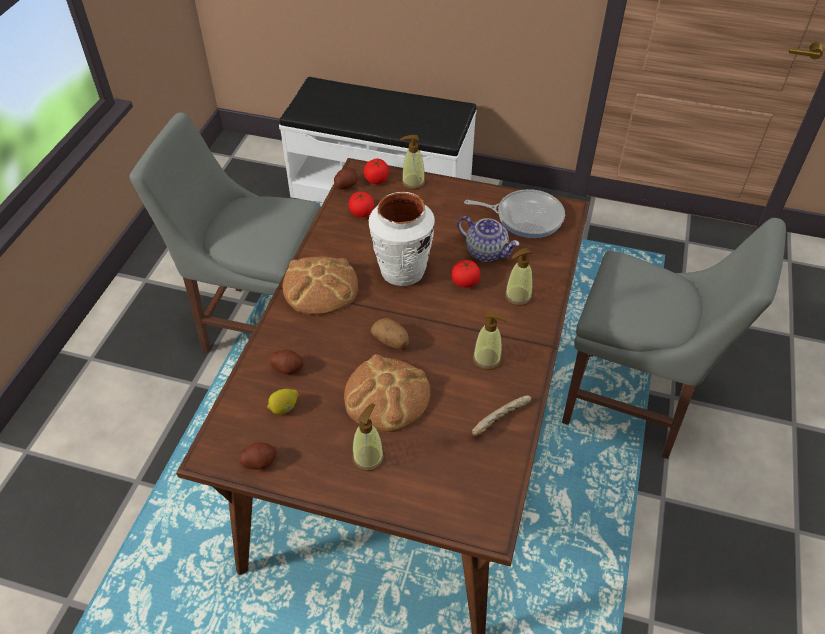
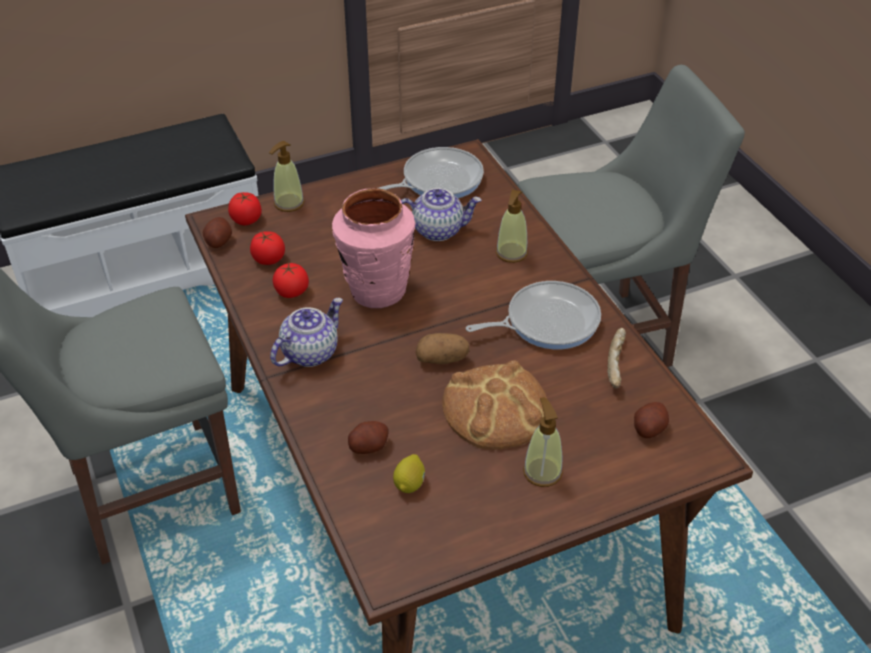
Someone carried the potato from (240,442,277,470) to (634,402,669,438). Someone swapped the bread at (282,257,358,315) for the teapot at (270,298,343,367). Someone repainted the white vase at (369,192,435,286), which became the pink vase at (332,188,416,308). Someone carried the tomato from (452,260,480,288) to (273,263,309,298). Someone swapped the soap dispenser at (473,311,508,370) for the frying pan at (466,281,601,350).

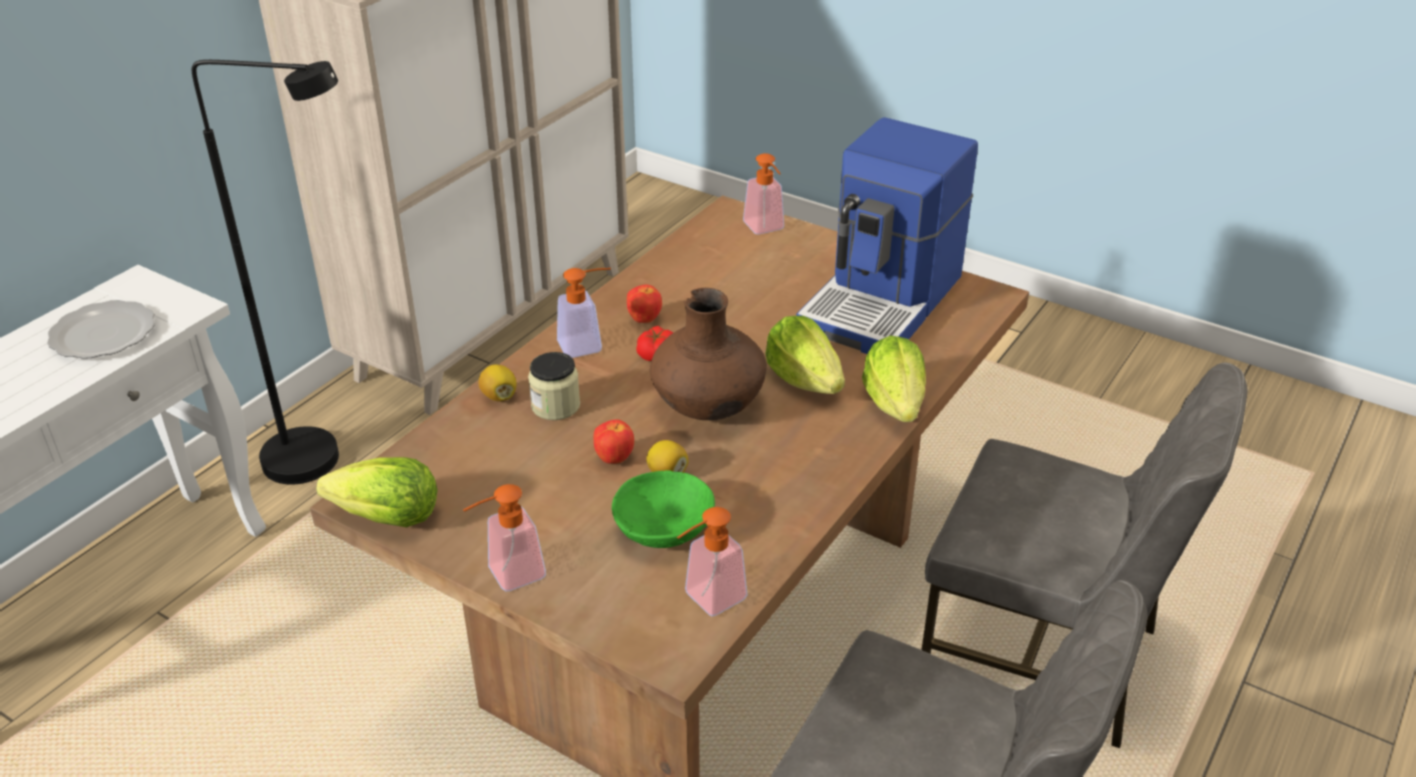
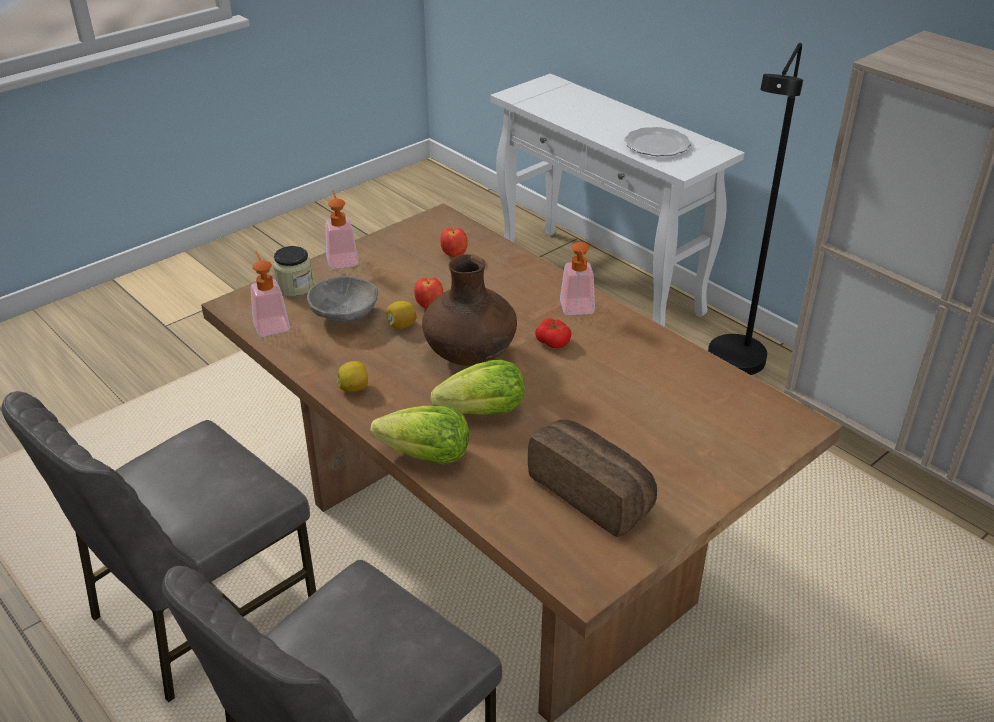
Someone took away the lettuce at (317,457,437,527). Someone carried the lemon from (479,364,516,401) to (337,361,368,392). Someone carried the jar from (528,352,580,420) to (273,246,314,297). Someone repainted the green bowl at (612,471,715,548), which became the grey bowl at (307,276,378,322). Someone carried the apple from (627,285,662,323) to (440,228,468,257). Someone took away the soap dispenser at (743,153,784,235). Someone swapped the coffee machine at (796,117,978,354) for the bread at (528,420,657,537).

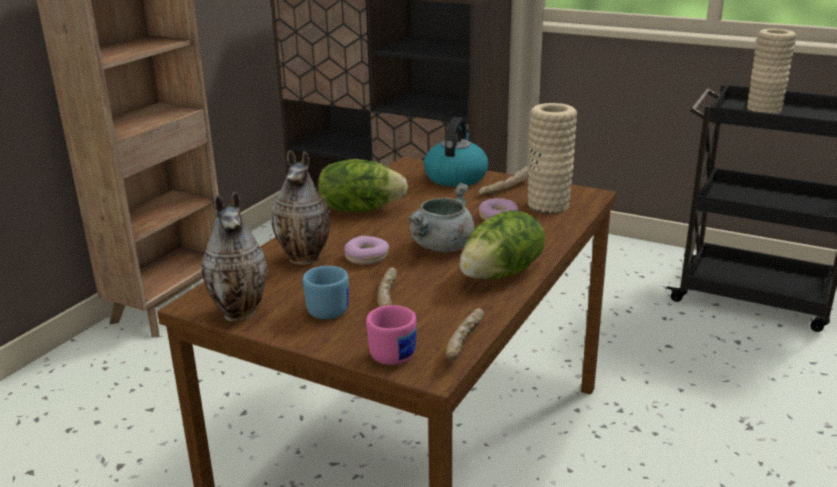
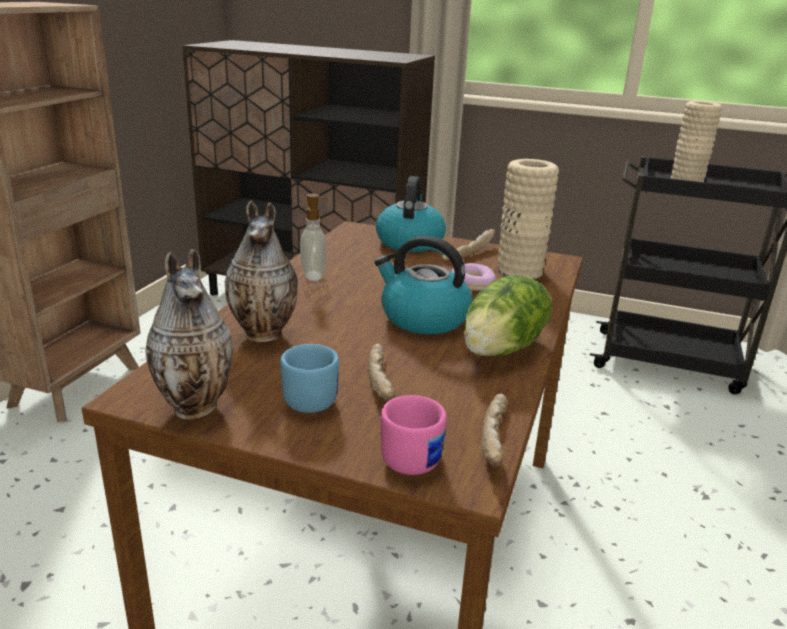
Someone swapped the lettuce at (318,159,408,212) for the soap dispenser at (300,194,330,281). Someone took away the donut at (344,236,390,265). Someone swapped the grey cooking pot at (408,183,475,252) for the kettle at (375,236,472,335).

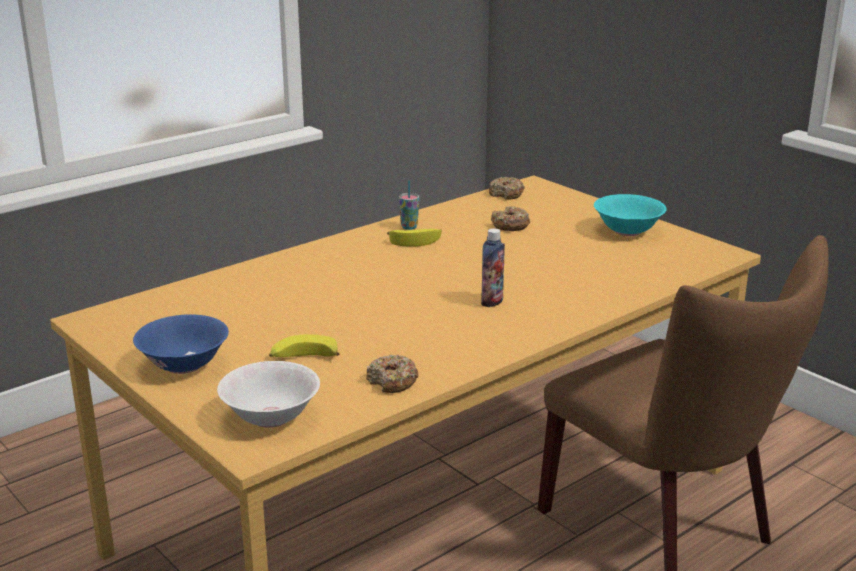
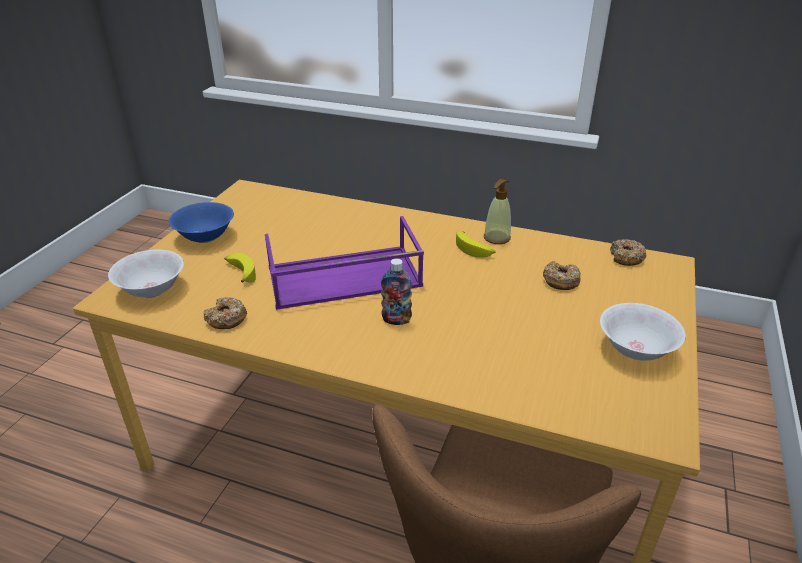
Someone swapped the cup at (399,180,419,230) for the soap dispenser at (484,179,511,244). Someone repainted the turquoise bowl at (594,194,667,236), which became the white bowl at (600,303,686,361). Someone put down the purple tray at (265,216,424,310).

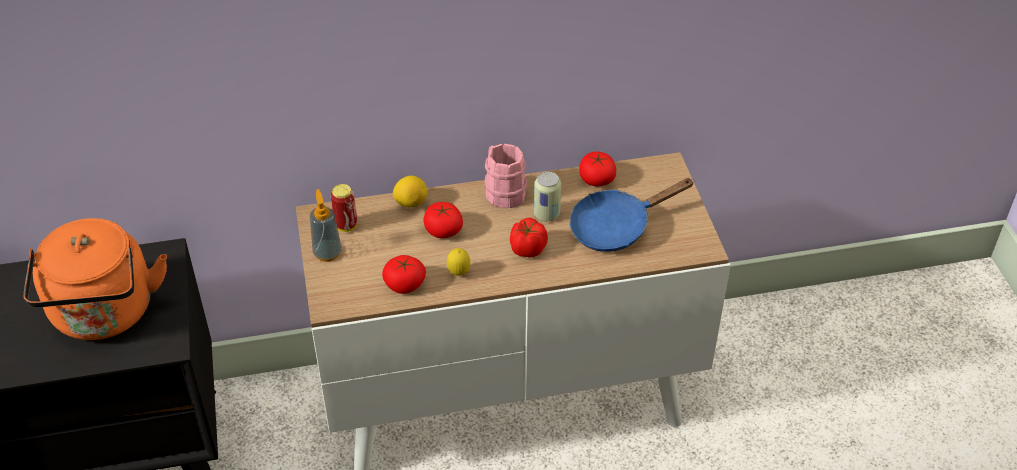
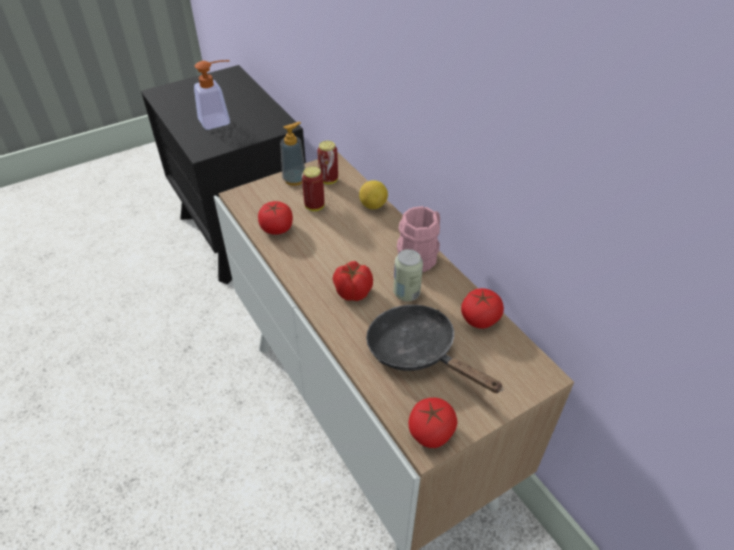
Someone swapped the orange kettle at (23,218,167,340) for the soap dispenser at (194,60,230,130). Someone carried the tomato from (424,202,463,238) to (408,398,457,448). Someone took away the lemon at (447,248,471,276). Someone repainted the blue frying pan at (569,178,695,252), which became the black frying pan at (366,305,503,393). Someone put down the can at (302,166,325,211).

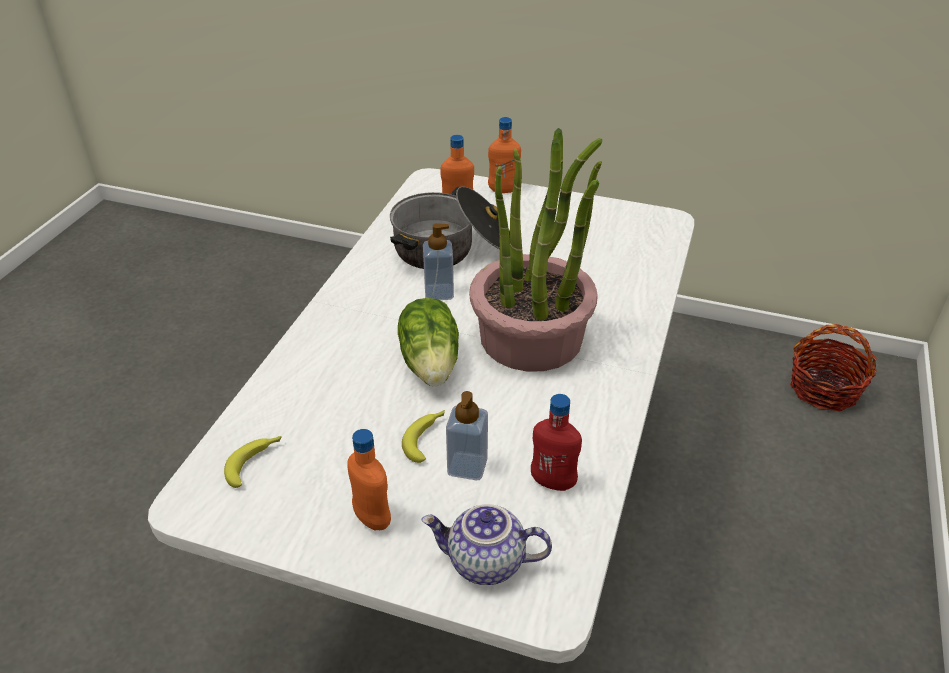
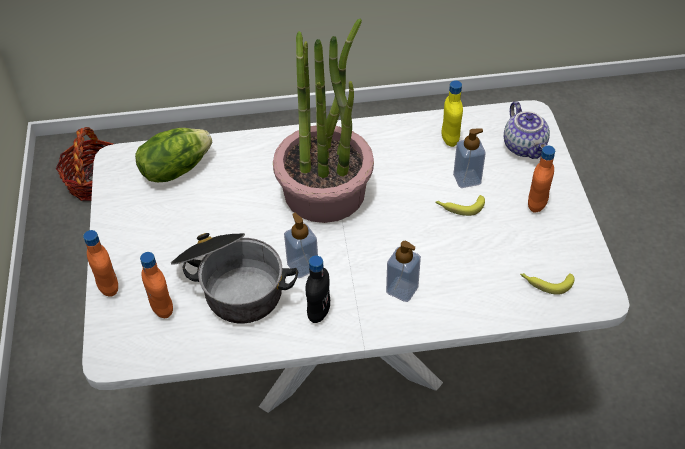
Someone carried the lettuce from (398,298,459,387) to (135,128,212,182). Someone repainted the red bottle at (531,394,582,491), which became the yellow bottle at (442,80,463,147). Someone put down the black bottle at (305,256,330,323). Someone put down the soap dispenser at (386,241,421,302).

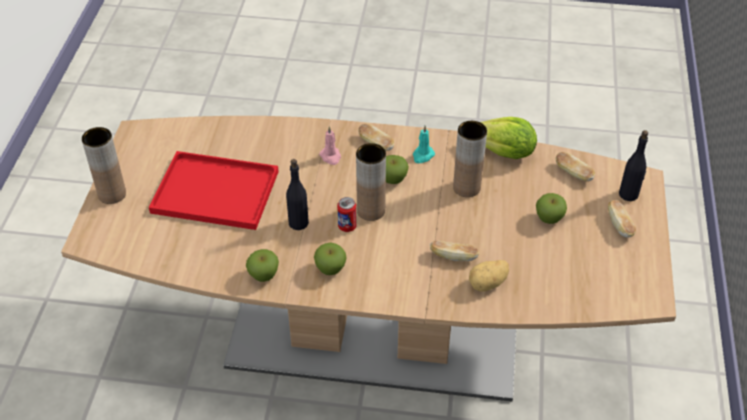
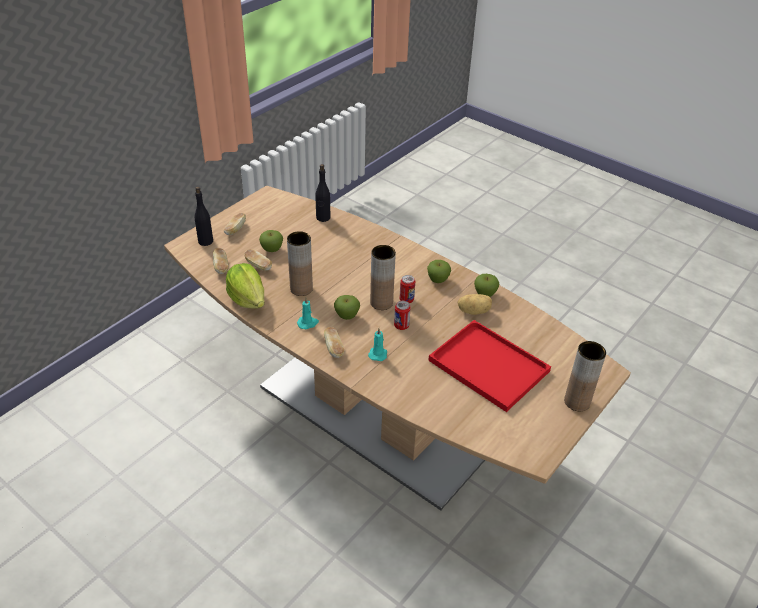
Someone carried the black bottle from (286,159,309,230) to (315,164,330,222). Someone repainted the pink candle at (319,126,341,165), which became the turquoise candle at (368,329,387,361). Someone carried the bread from (430,241,479,261) to (244,249,272,271). Someone carried the potato from (469,260,509,291) to (458,294,492,315). Someone put down the can at (394,301,411,330).

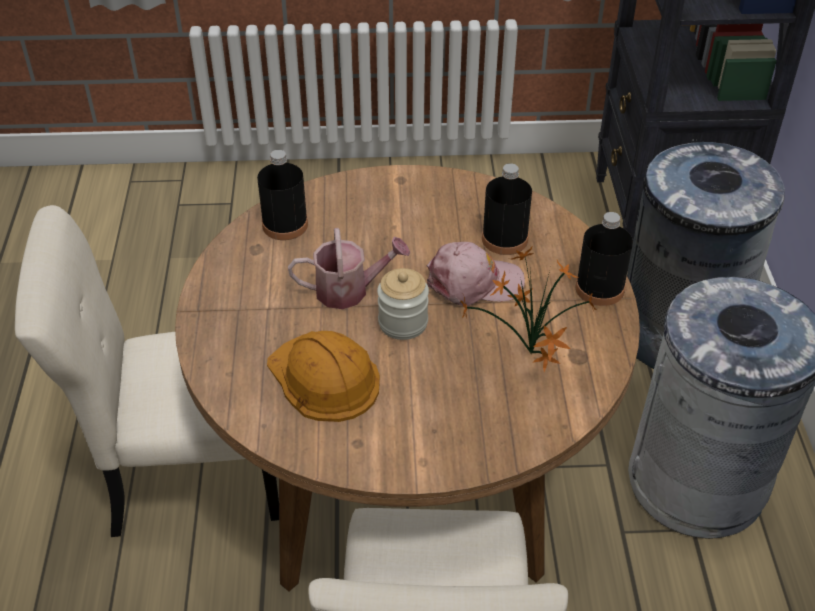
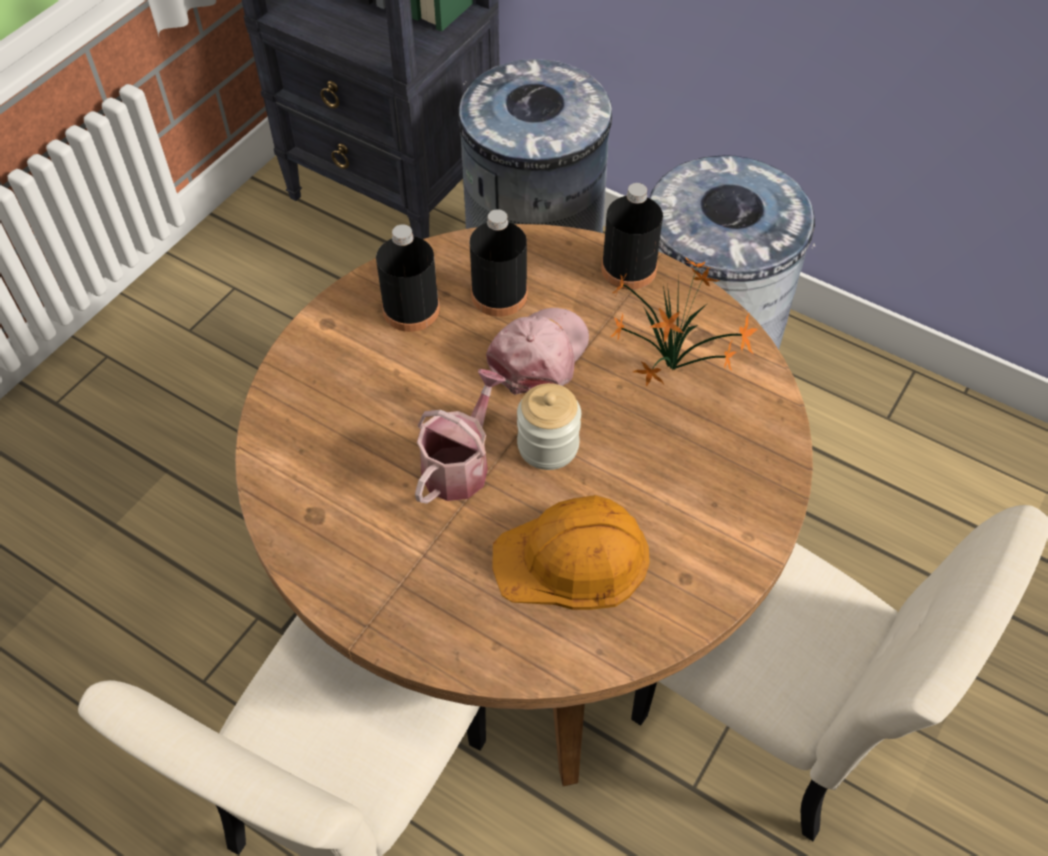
Someone carried the black bottle from (257,150,308,240) to (376,225,440,332).

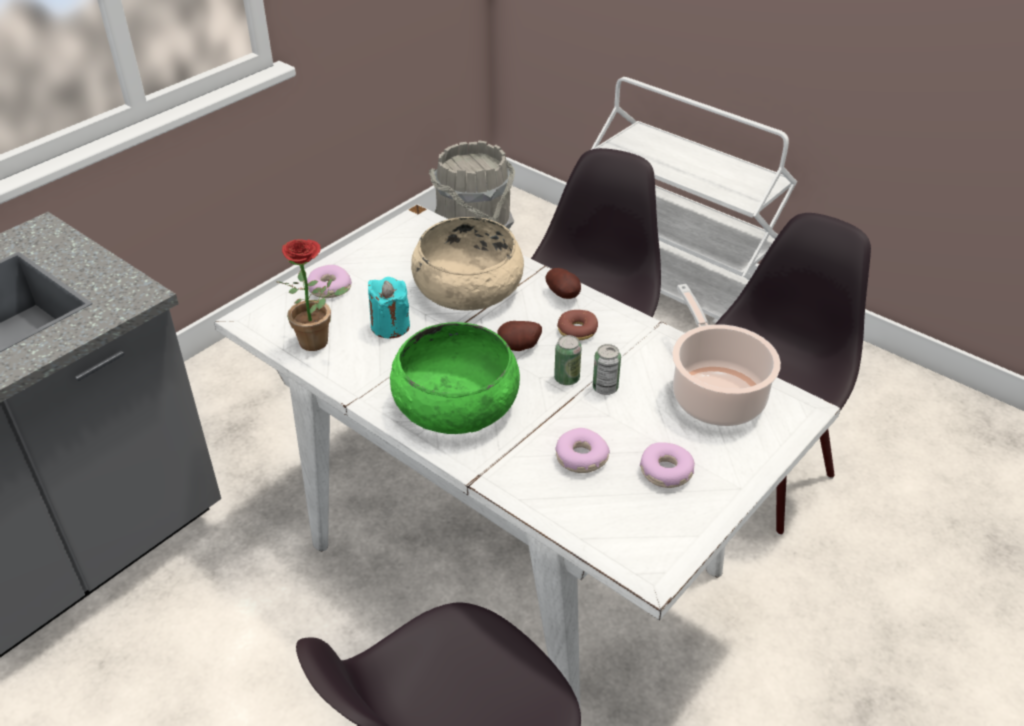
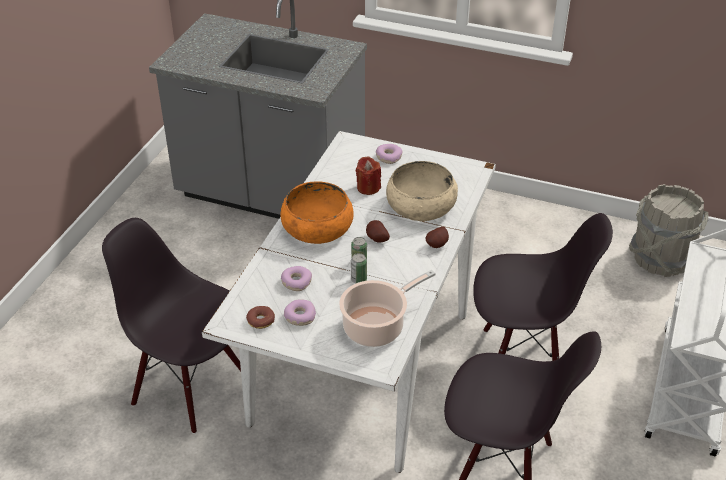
Someone took away the potted plant at (277,239,348,351). Someone repainted the turquoise candle at (368,277,410,338), which became the red candle at (356,156,381,195). Someone repainted the green bowl at (390,322,520,434), which became the orange bowl at (280,181,354,244). Someone carried the donut from (557,310,598,340) to (246,306,275,329).

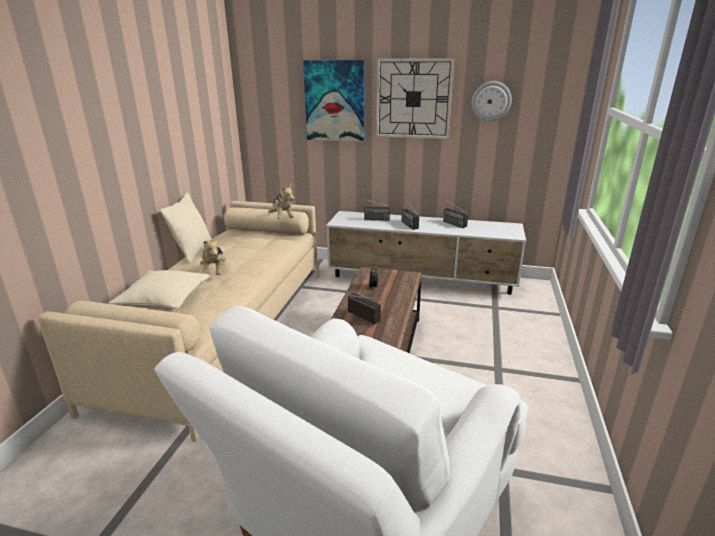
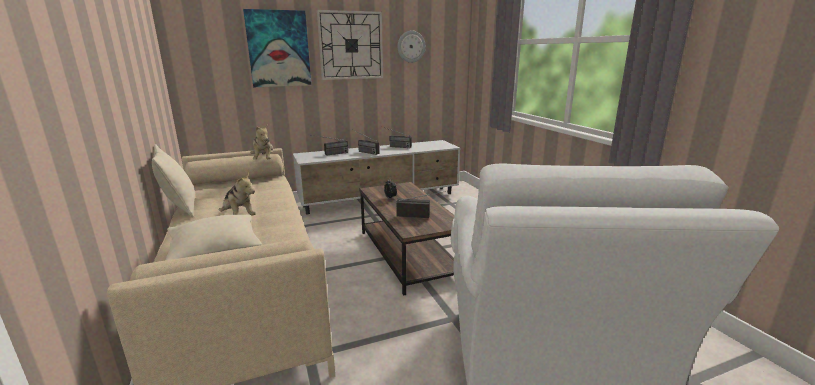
Someone rotated the plush toy at (268,185,294,219) by 45 degrees clockwise.

